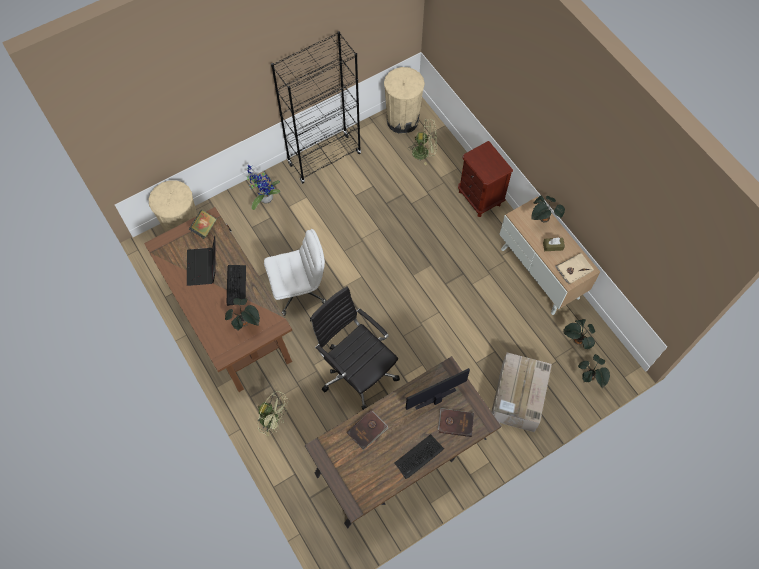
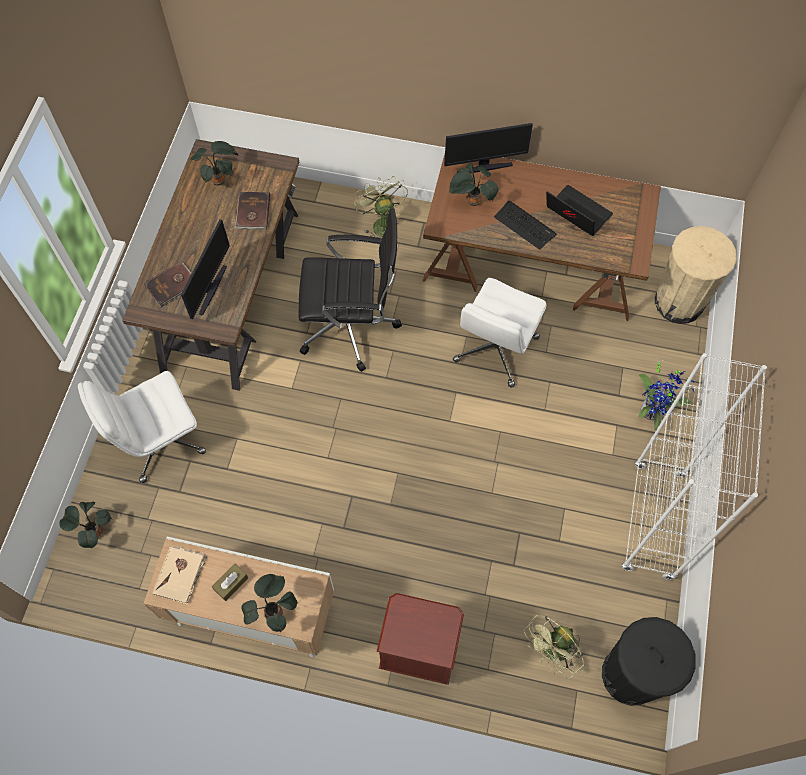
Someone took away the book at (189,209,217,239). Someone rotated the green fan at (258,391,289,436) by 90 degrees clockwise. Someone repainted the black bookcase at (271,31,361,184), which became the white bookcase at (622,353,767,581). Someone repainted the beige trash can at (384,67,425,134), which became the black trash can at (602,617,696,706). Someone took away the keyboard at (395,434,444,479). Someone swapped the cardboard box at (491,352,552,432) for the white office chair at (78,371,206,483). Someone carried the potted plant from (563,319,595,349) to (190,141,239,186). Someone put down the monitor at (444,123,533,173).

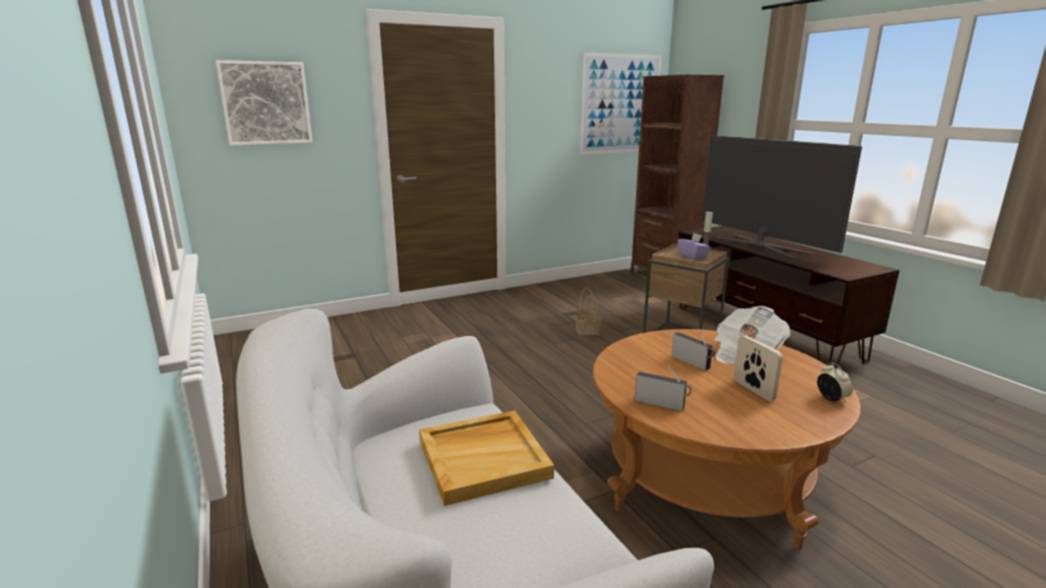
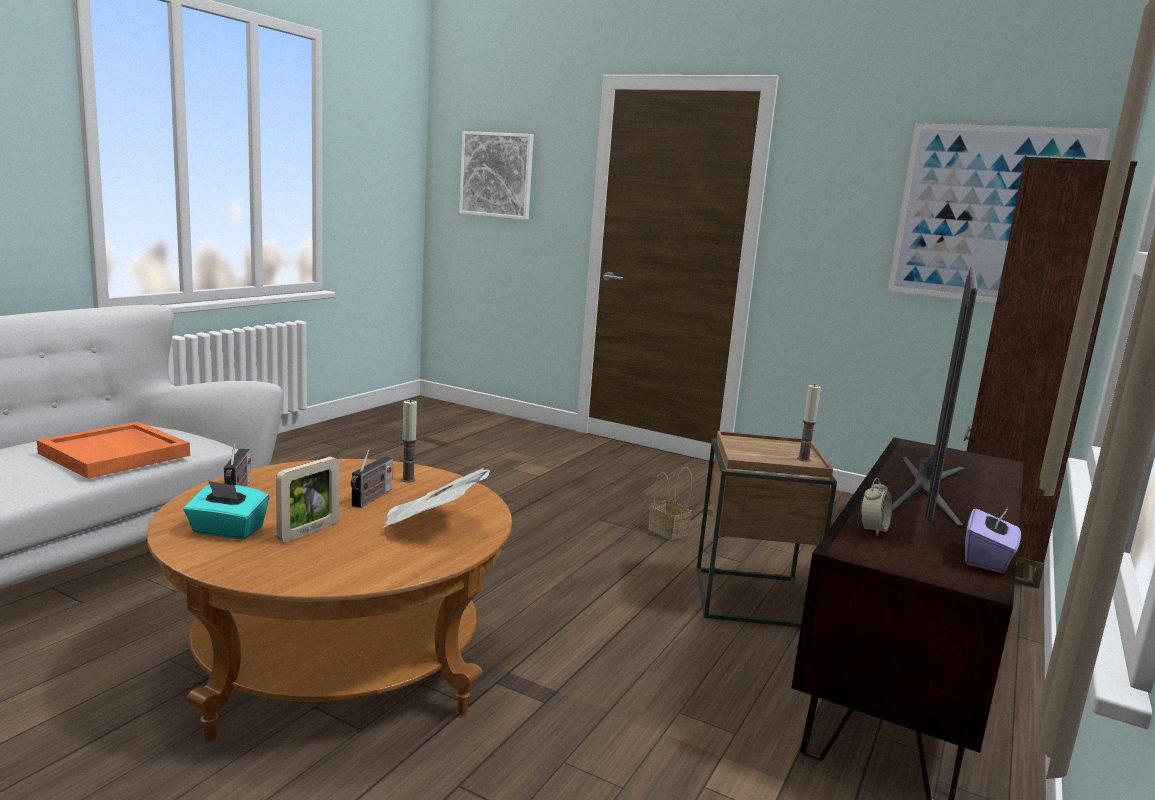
Someone repainted the beige tray at (419,410,554,506), which became the orange tray at (37,422,190,479). Someone carried the purple tissue box from (678,233,711,260) to (965,505,1021,573). Someone carried the alarm clock from (817,362,853,403) to (860,478,892,536). Someone put down the turquoise tissue box at (183,480,269,540). Someone put down the candle at (401,399,417,483).

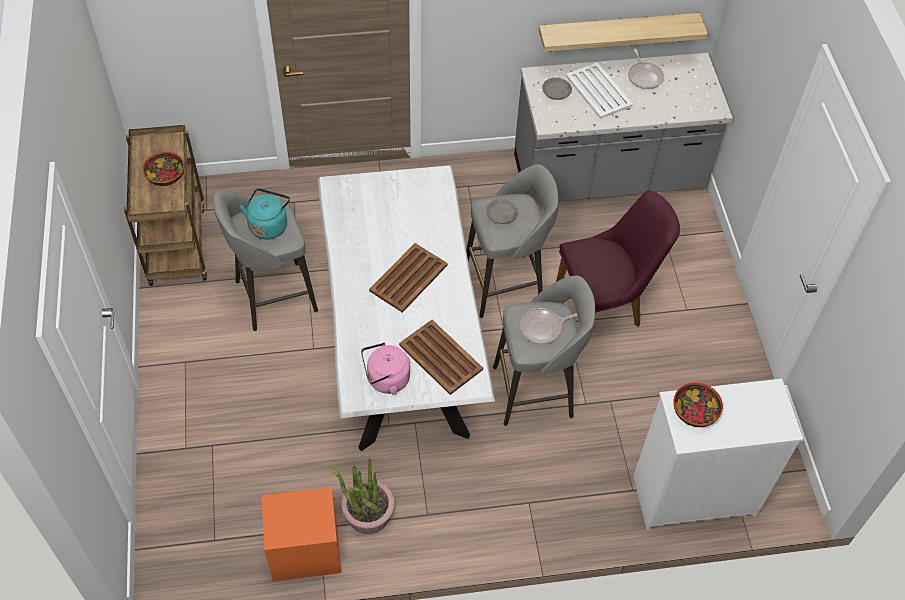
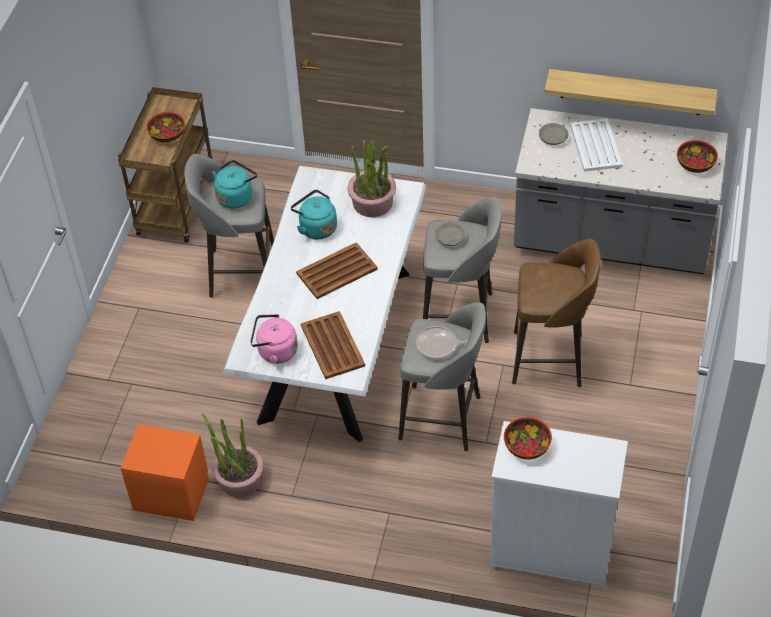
Someone swapped the purple chair at (556,190,680,327) for the brown stool at (512,239,601,387). Someone took away the frying pan at (628,49,664,89). Someone put down the turquoise kettle at (291,190,337,239). Someone put down the potted plant at (348,140,396,217). Someone put down the bowl at (677,140,718,173).

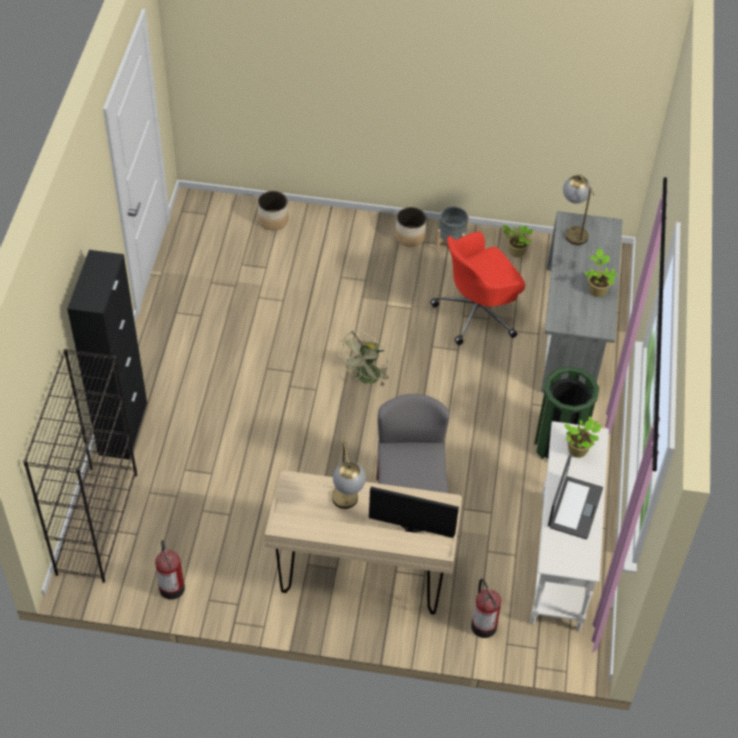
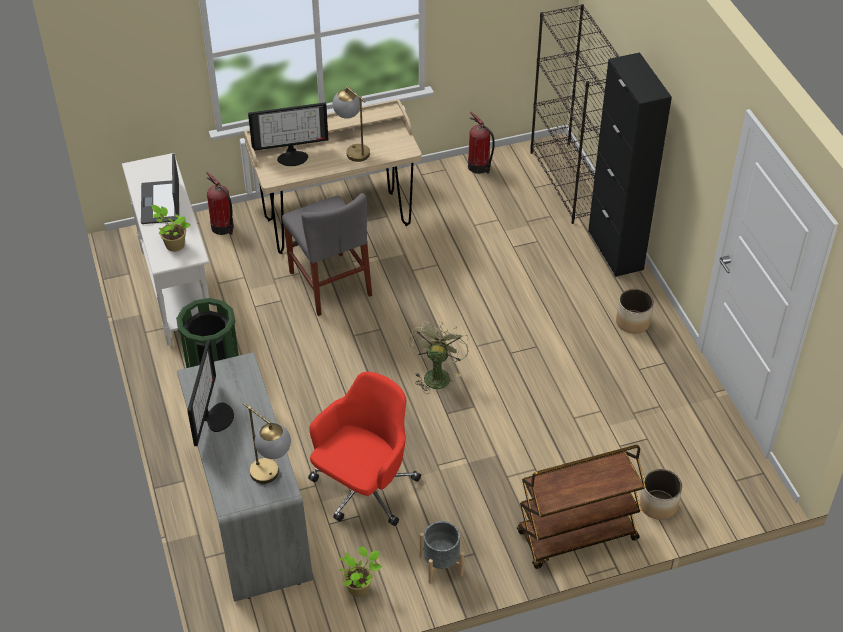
Someone carried the planter from (395,207,427,247) to (616,289,654,334). Someone swapped the potted plant at (584,248,617,297) for the monitor at (187,340,234,446). Someone put down the brown cart at (517,445,646,569).

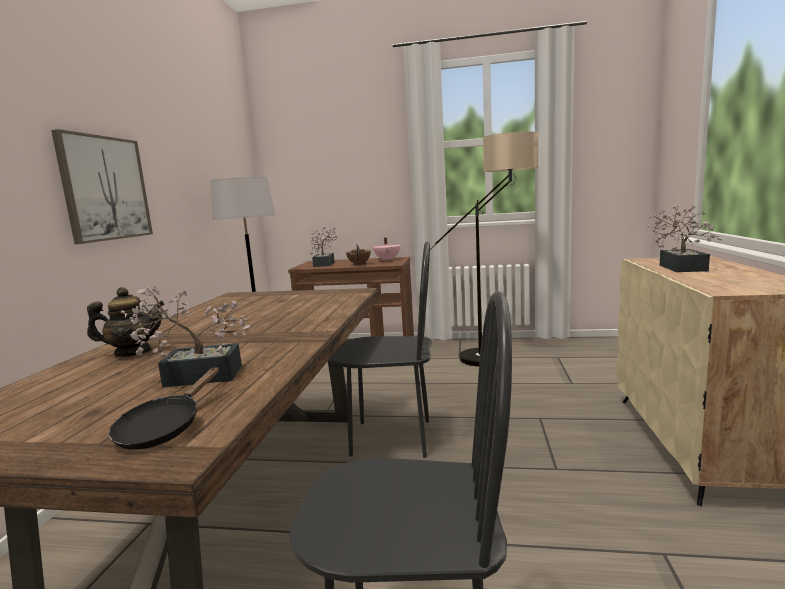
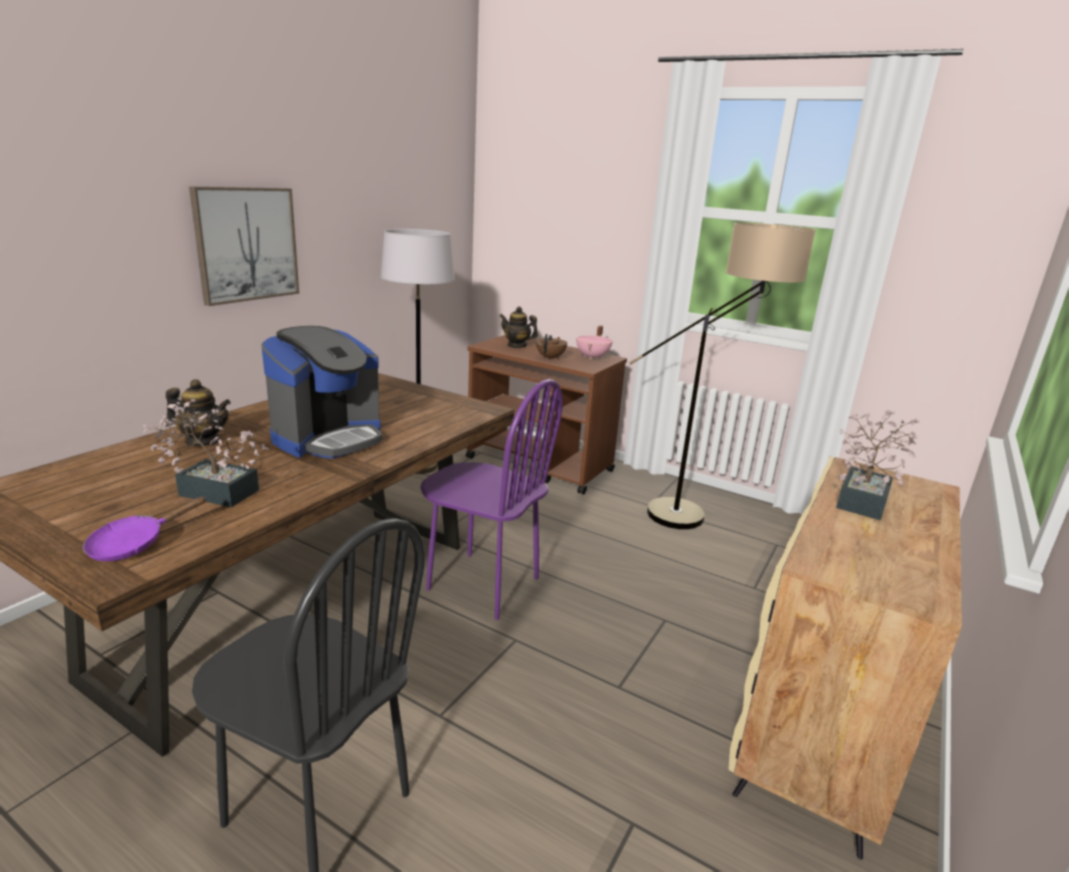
Someone repainted the black frying pan at (109,367,219,450), which became the purple frying pan at (83,497,206,561). Someone swapped the potted plant at (309,227,338,267) for the teapot at (500,306,538,348). Someone repainted the black chair at (330,241,432,458), which became the purple chair at (420,379,563,620). Someone put down the coffee machine at (261,326,382,459).

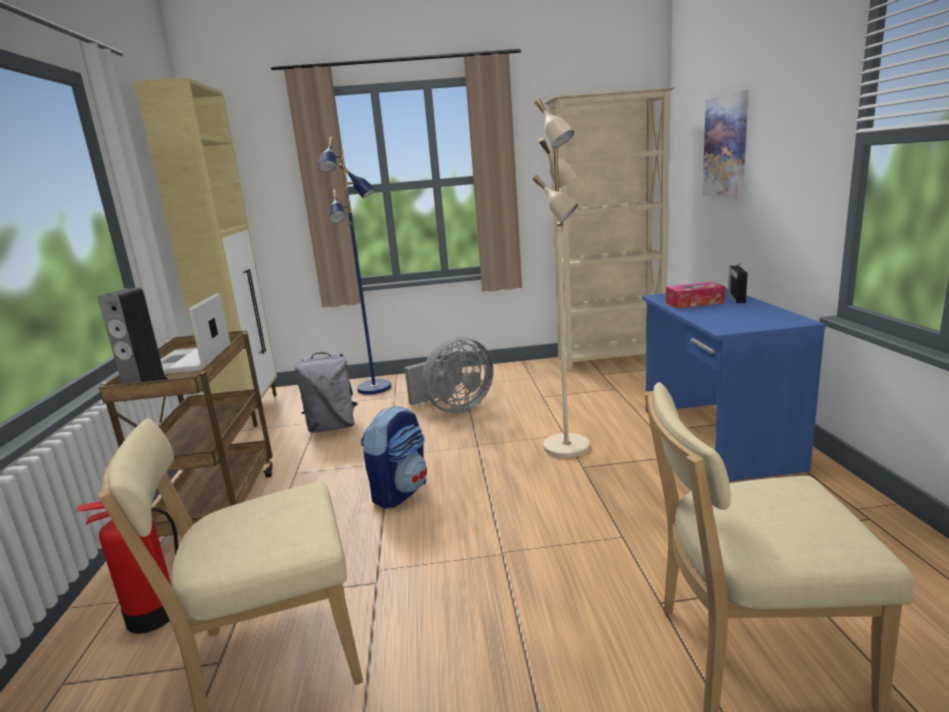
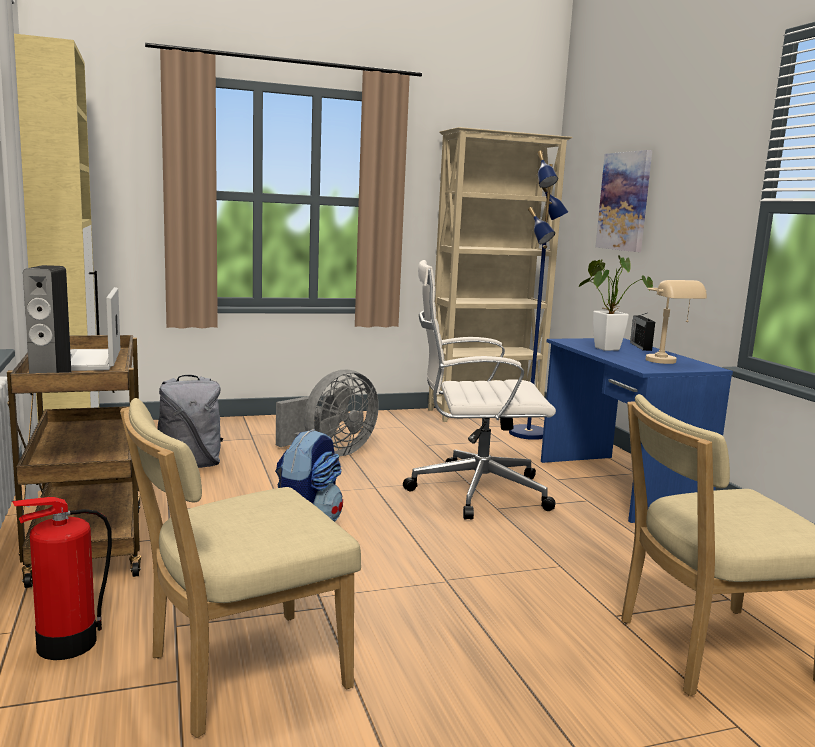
Someone carried the blue floor lamp from (318,137,391,395) to (509,150,568,440). Someone swapped the beige floor lamp at (533,99,590,458) for the white office chair at (403,260,556,520). Someone swapped the tissue box at (665,282,725,308) for the potted plant at (579,255,653,351). Someone put down the beige table lamp at (646,280,707,364).

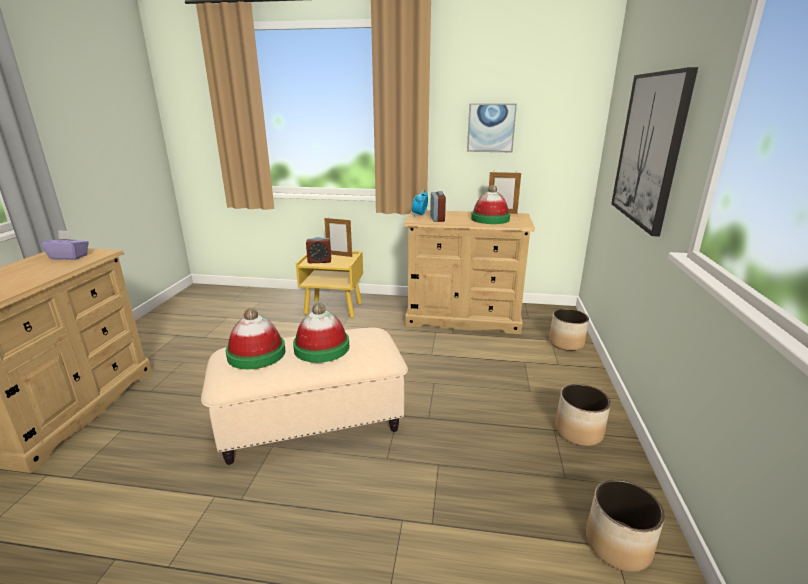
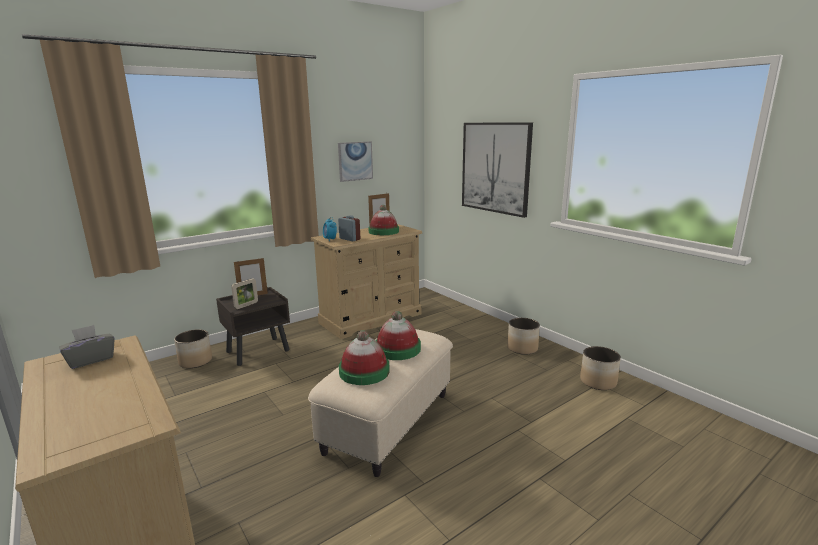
Someone repainted the purple tissue box at (40,230,89,260), which became the grey tissue box at (59,325,115,369). Someone repainted the yellow nightstand at (296,251,363,318), which became the brown nightstand at (216,287,290,366). Someone swapped the alarm clock at (306,237,331,263) for the picture frame at (231,278,258,309). Someone carried the planter from (549,309,589,351) to (174,329,212,368).

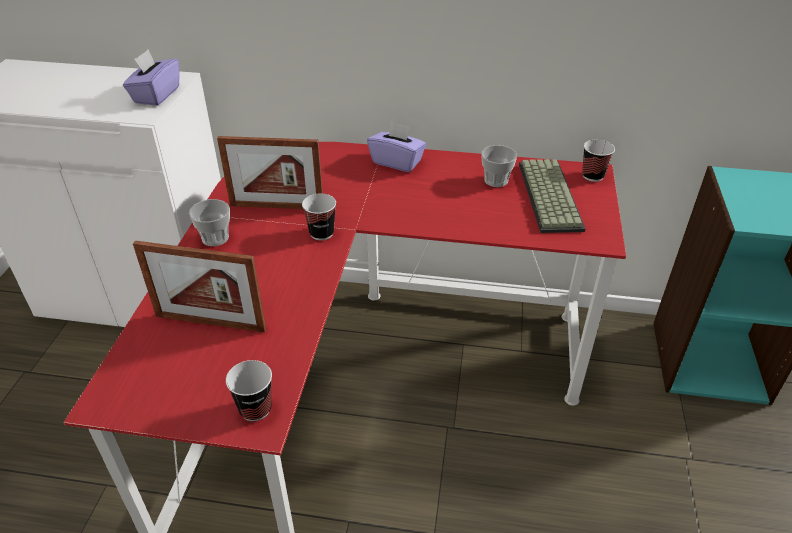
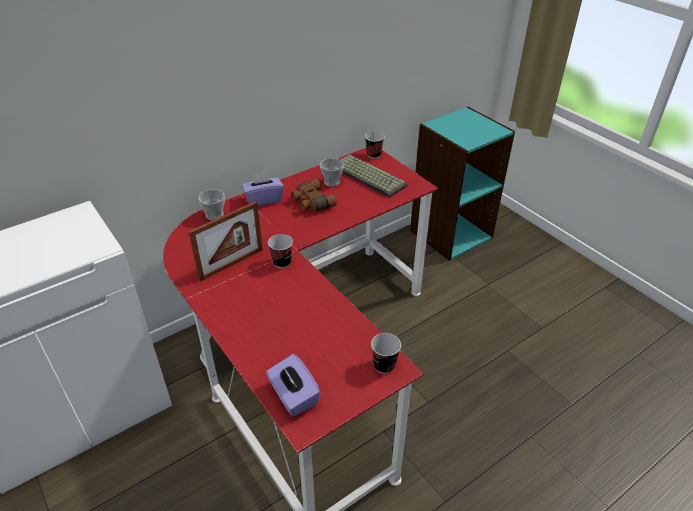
Someone carried the purple tissue box from (123,50,180,106) to (266,354,321,417). Someone took away the picture frame at (133,241,266,333). Someone carried the cup from (189,199,230,246) to (198,189,225,220). Someone put down the brown binoculars at (291,179,337,212).

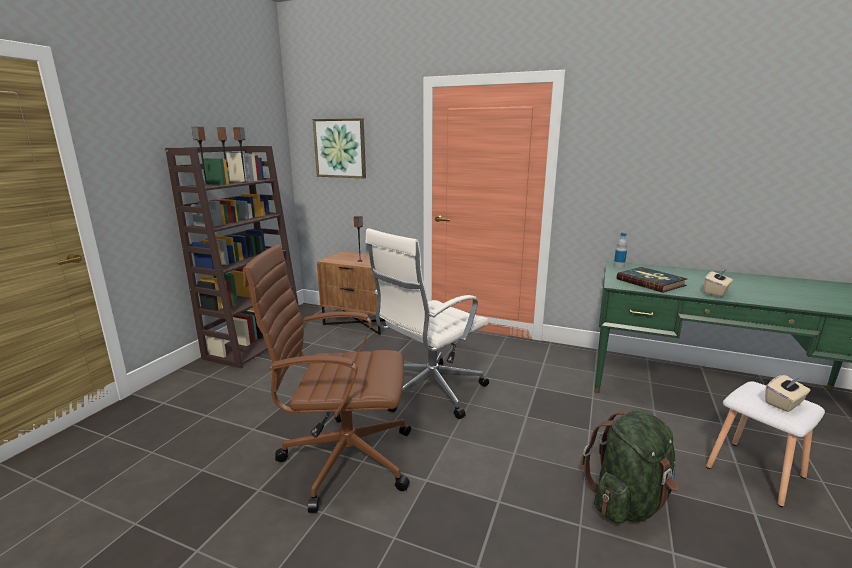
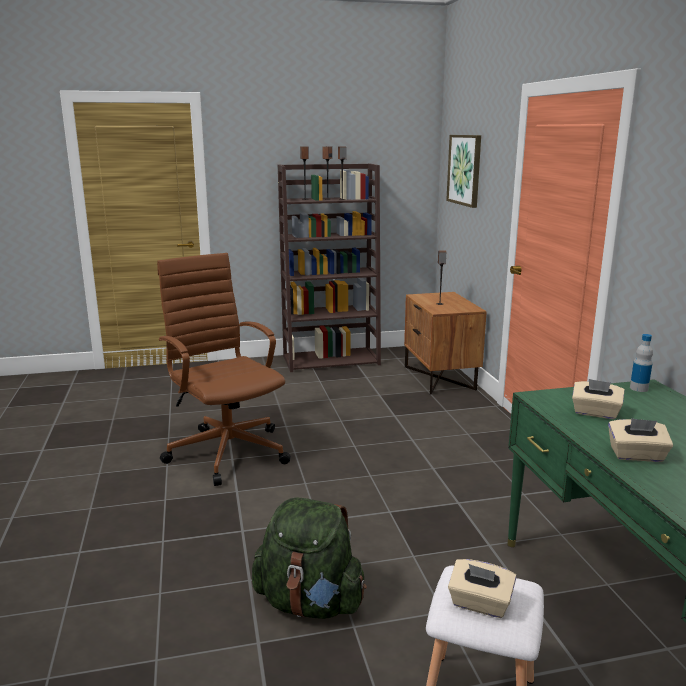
Someone took away the white office chair at (365,228,489,419). Someone swapped the book at (617,267,687,293) for the beige tissue box at (572,379,624,419).

